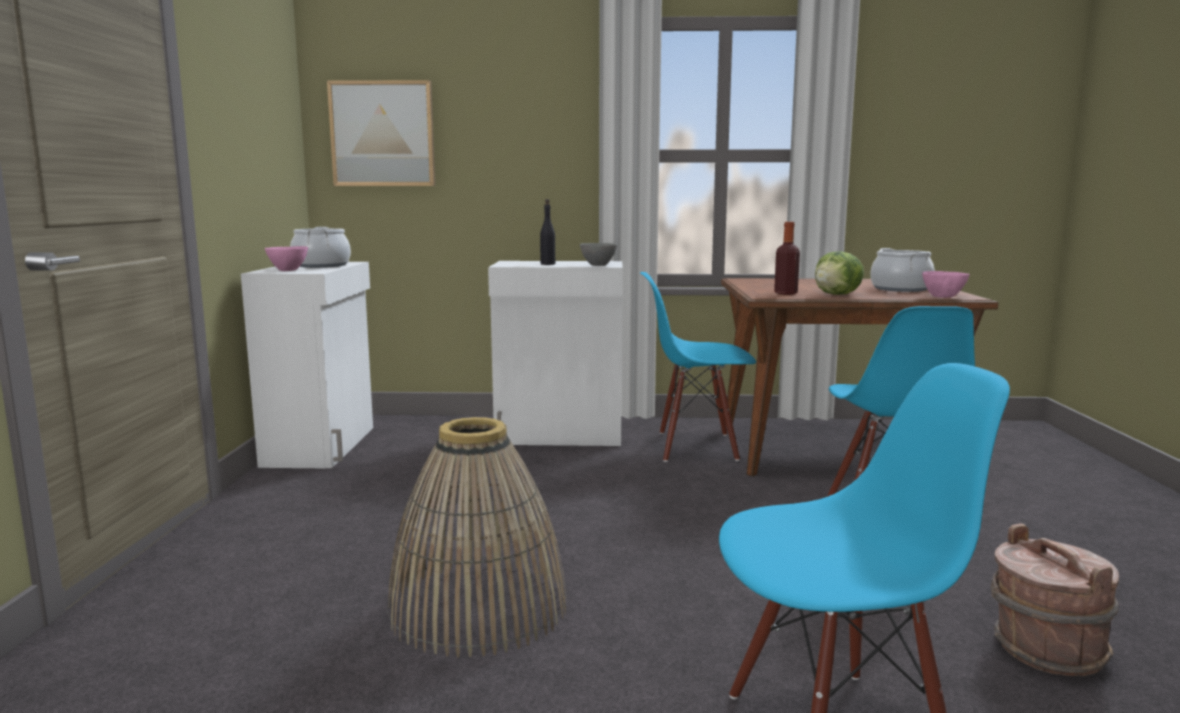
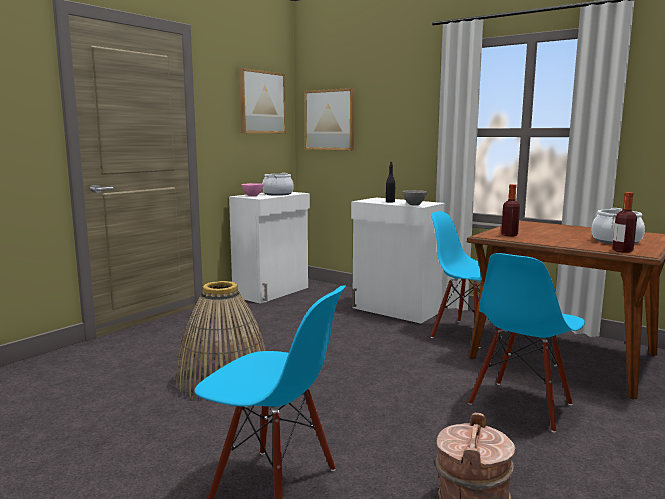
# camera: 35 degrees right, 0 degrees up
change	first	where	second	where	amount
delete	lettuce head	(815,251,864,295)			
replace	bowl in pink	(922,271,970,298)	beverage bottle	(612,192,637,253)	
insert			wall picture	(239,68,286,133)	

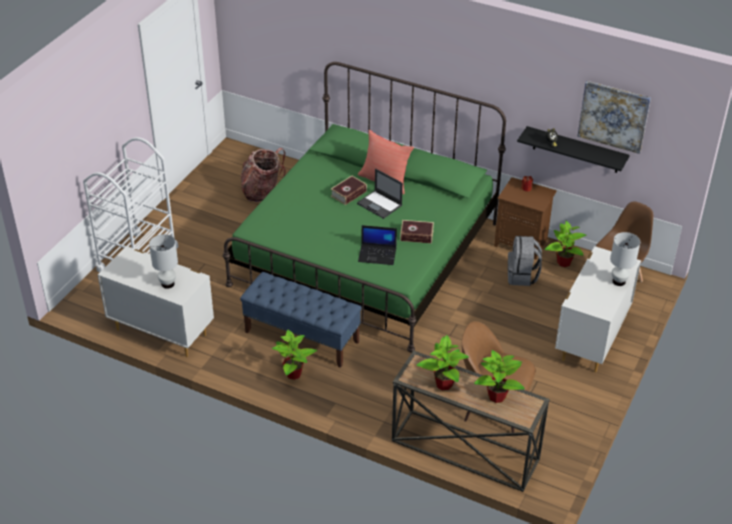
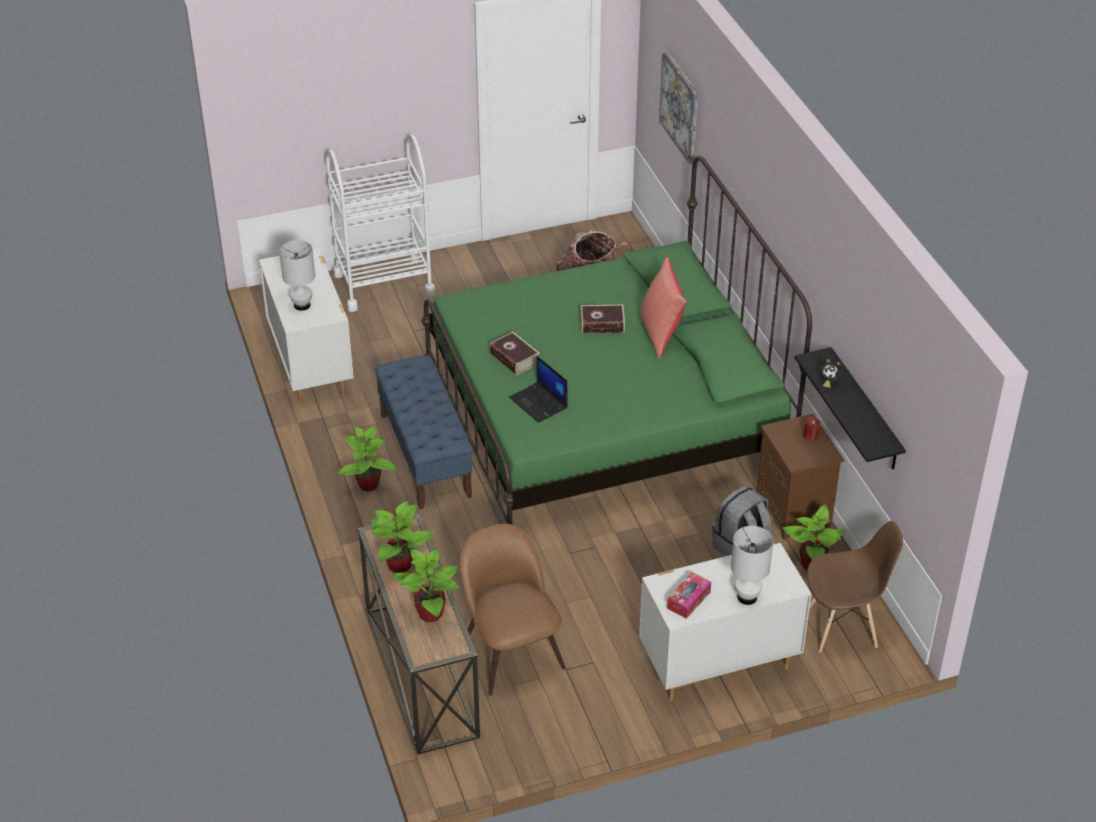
# camera: 45 degrees right, 0 degrees up
change	first	where	second	where	amount
delete	laptop	(357,168,403,219)			
move	volume	(400,220,434,244)		(489,332,540,375)	
move	wall picture	(577,81,651,154)		(659,50,698,164)	
insert			tissue holder	(667,572,711,619)	

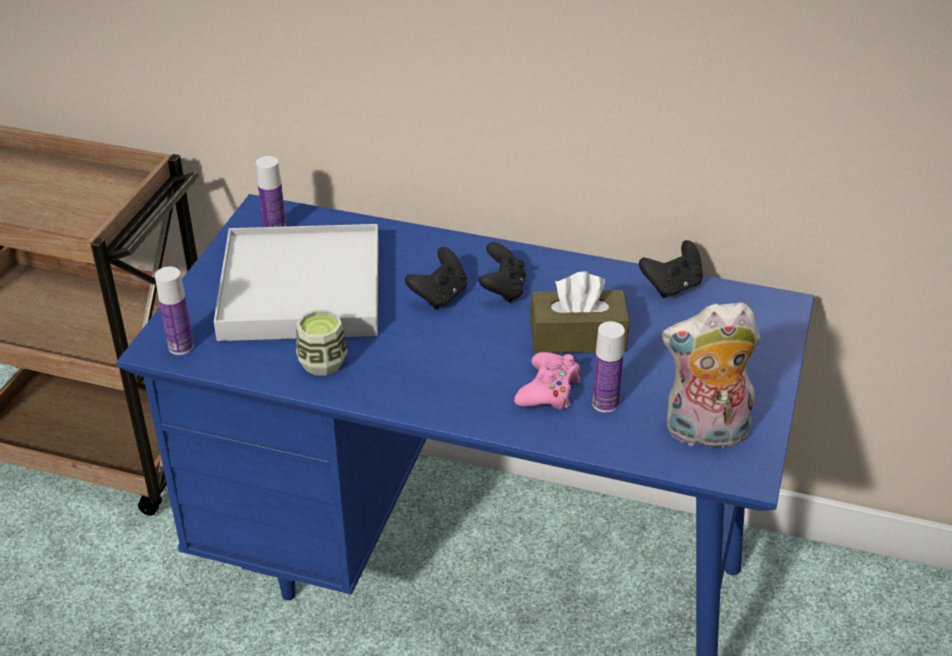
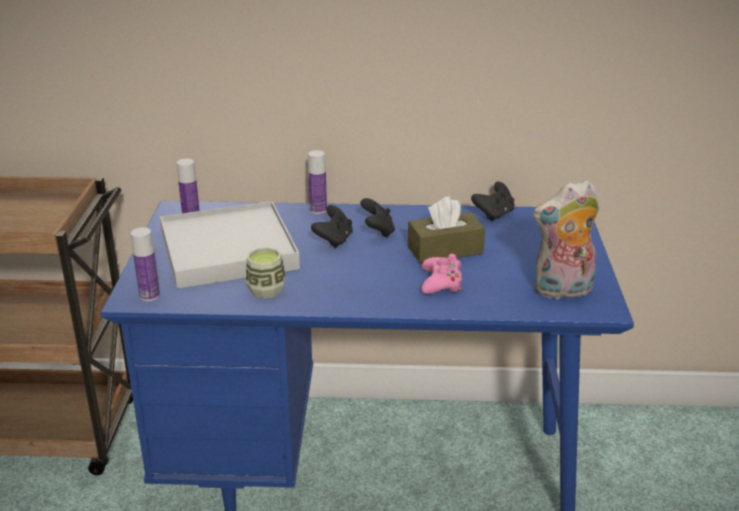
# camera: 15 degrees left, 10 degrees down
change	first	where	second	where	amount
move	beverage bottle	(592,321,625,413)		(308,150,327,214)	

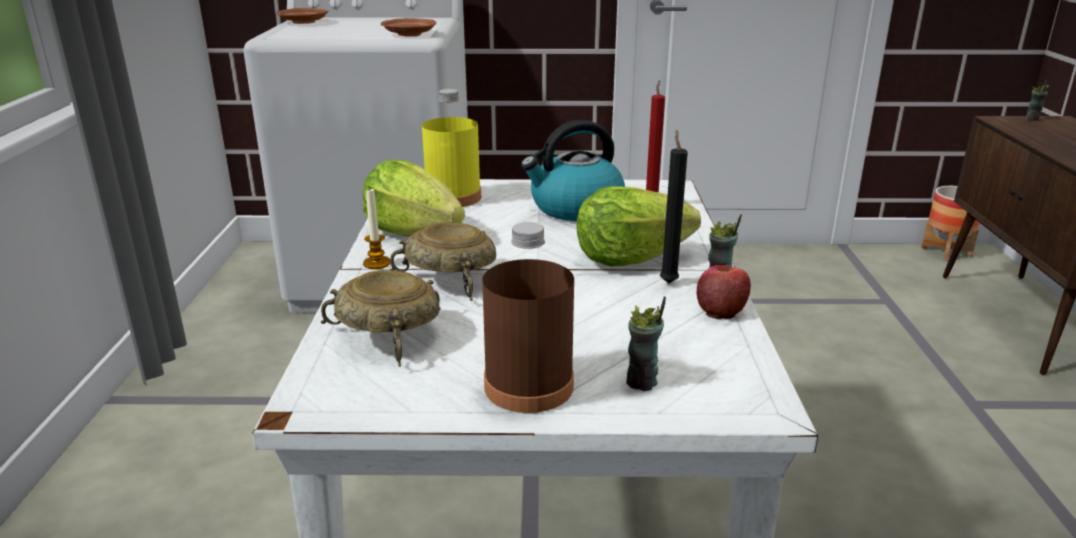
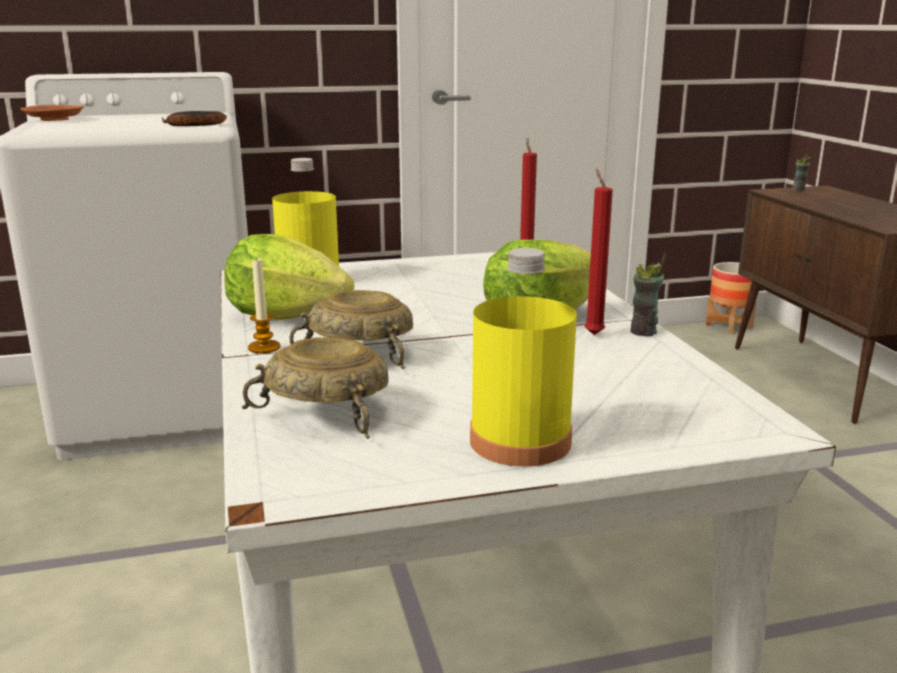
# camera: 15 degrees left, 5 degrees down
change	first	where	second	where	amount
replace	flat dish in brown	(381,18,436,37)	banana fruit	(162,111,227,126)	
recolor	beverage bottle in brown	(482,222,574,413)	beverage bottle in yellow-coloured	(470,248,577,466)	
delete	kettle	(521,120,625,221)			
delete	cup	(626,296,666,391)			
recolor	wax light in black-coloured	(660,130,688,283)	wax light in red	(585,168,613,335)	
delete	apple fruit	(697,265,751,319)			

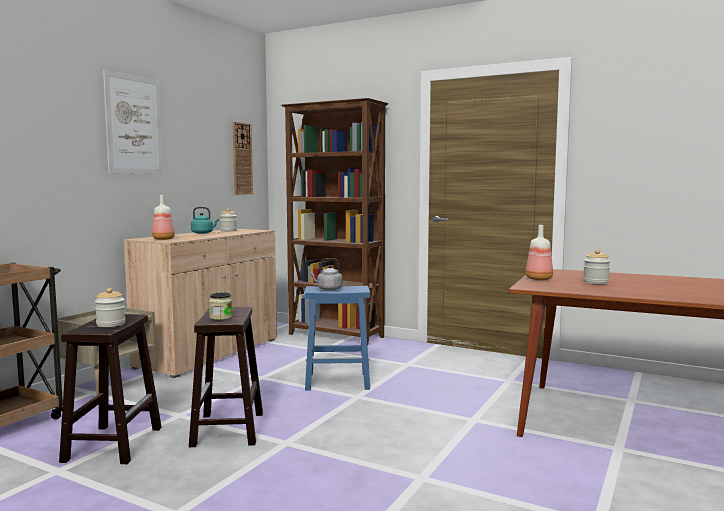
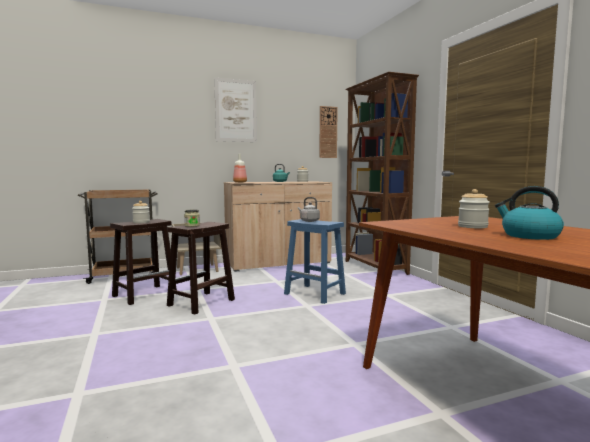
# camera: 40 degrees right, 0 degrees up
change	first	where	second	where	amount
delete	beverage bottle	(525,225,553,280)			
insert			kettle	(495,186,564,240)	

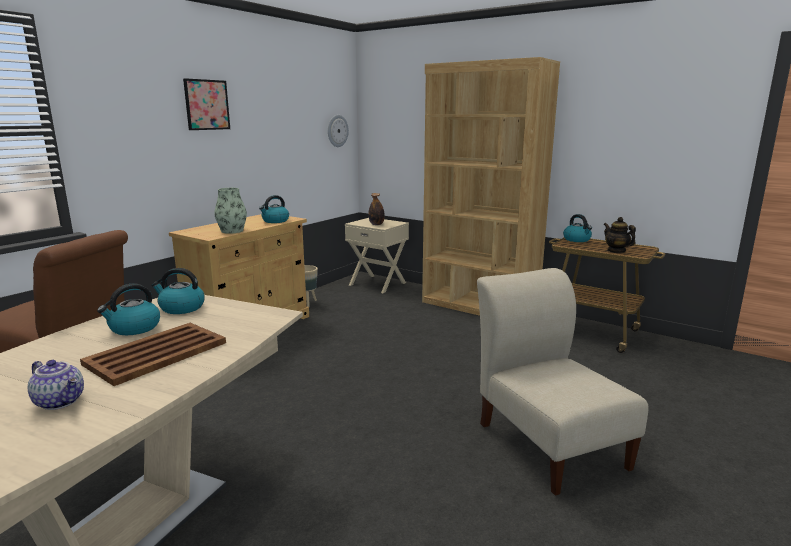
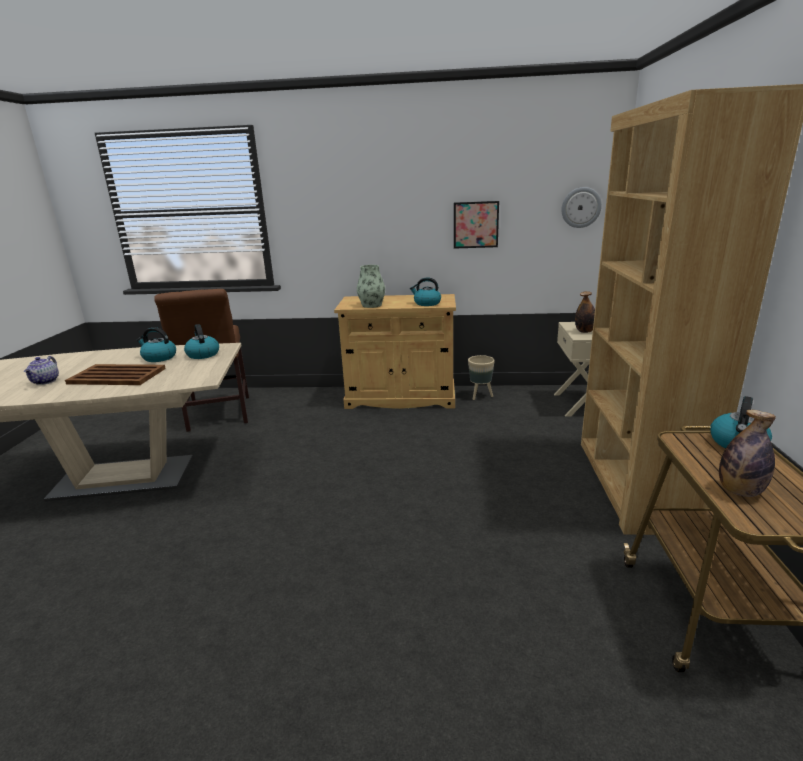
# camera: 60 degrees right, 5 degrees up
change	first	where	second	where	amount
move	wall picture	(183,78,230,130)		(454,201,499,249)	
delete	plain chair in sand-coloured	(477,268,649,496)			
replace	teapot	(604,217,636,253)	beverage bottle	(719,410,776,497)	

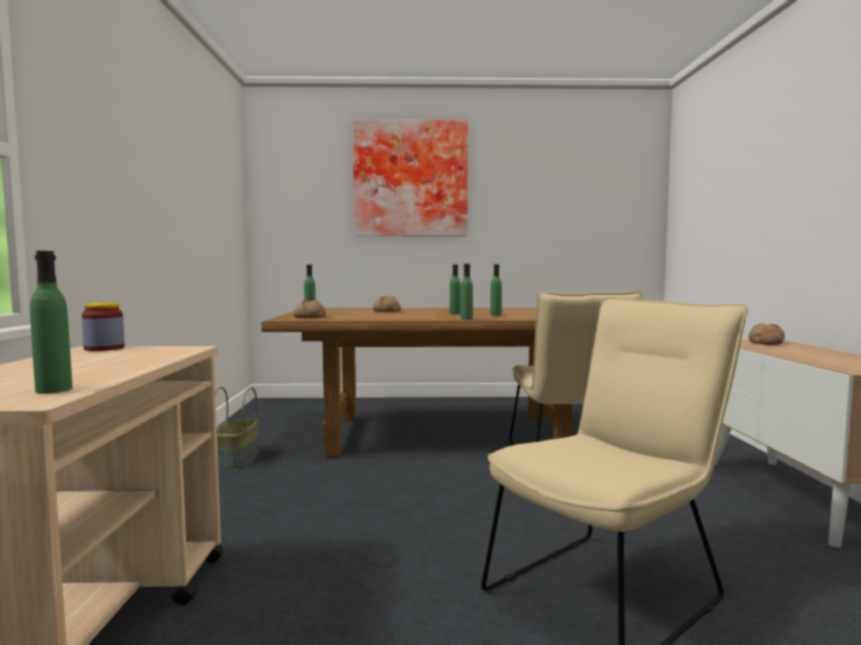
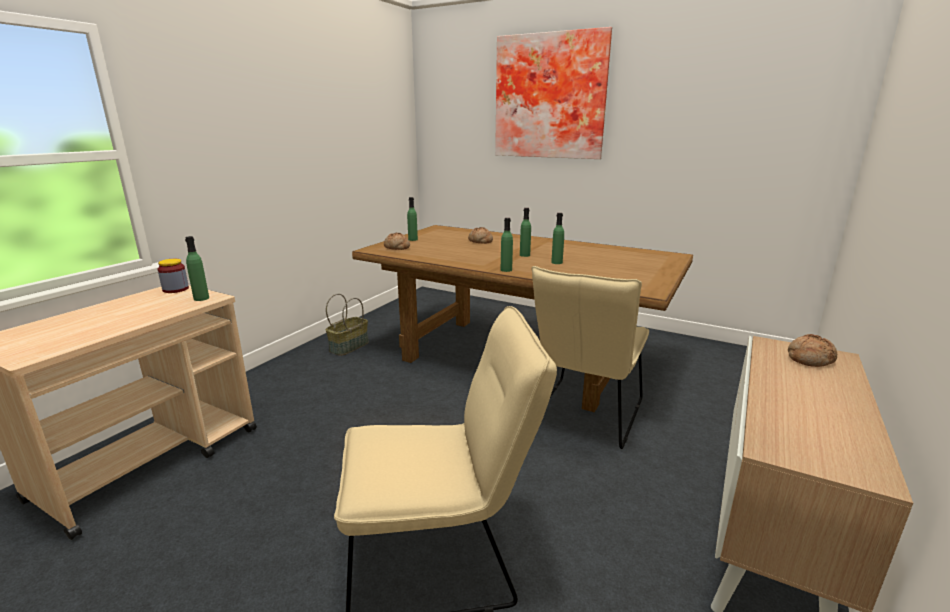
# camera: 30 degrees right, 15 degrees up
change	first	where	second	where	amount
move	beverage bottle in greenish	(30,251,73,394)		(185,236,209,301)	

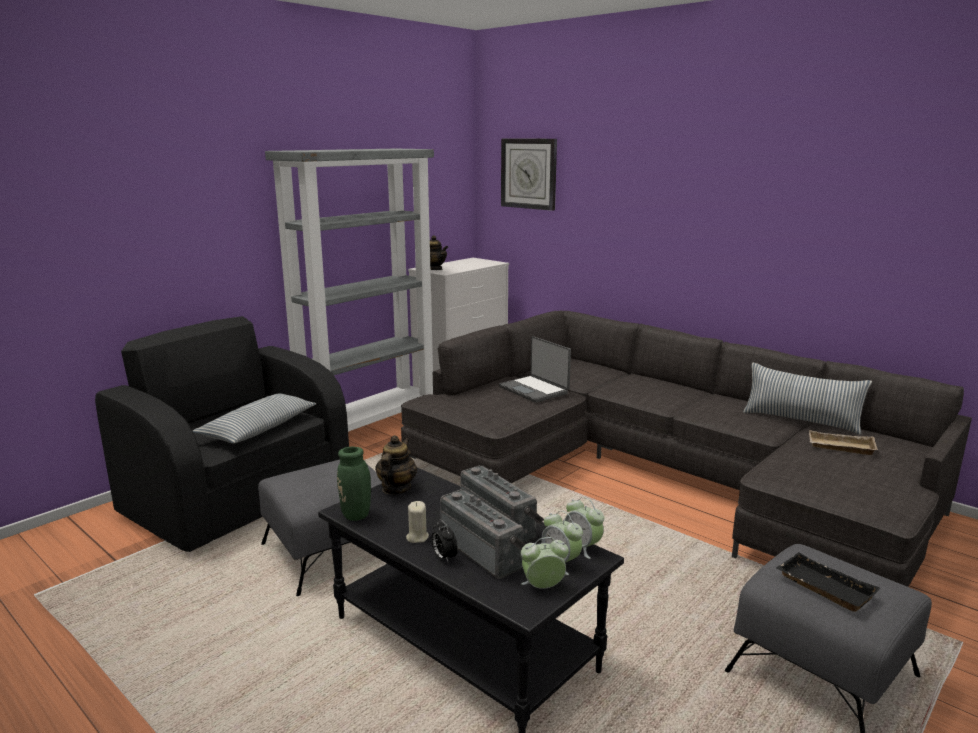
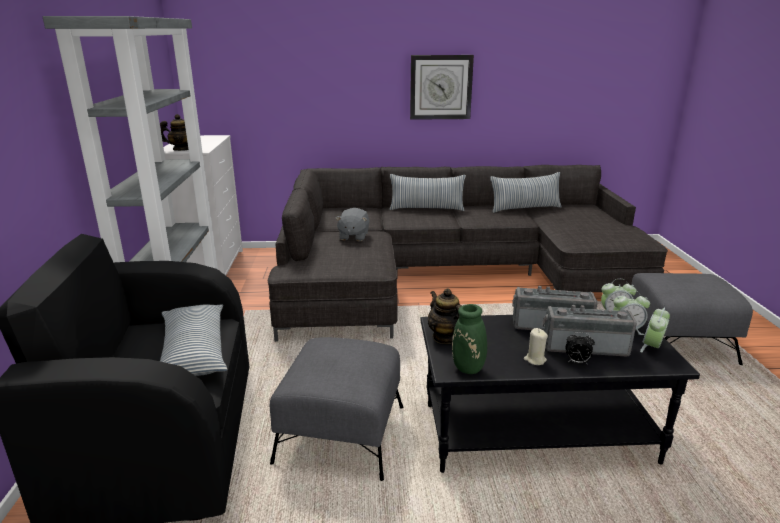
# camera: 45 degrees left, 5 degrees up
change	first	where	second	where	amount
replace	laptop	(499,336,571,403)	soft toy in grey	(335,208,369,241)	
move	clock on the wall	(501,138,557,211)		(410,55,474,120)	
delete	tray in black-coloured	(776,552,880,612)			
delete	tray in sand-coloured	(809,430,878,455)			
insert			cushion	(389,174,466,211)	

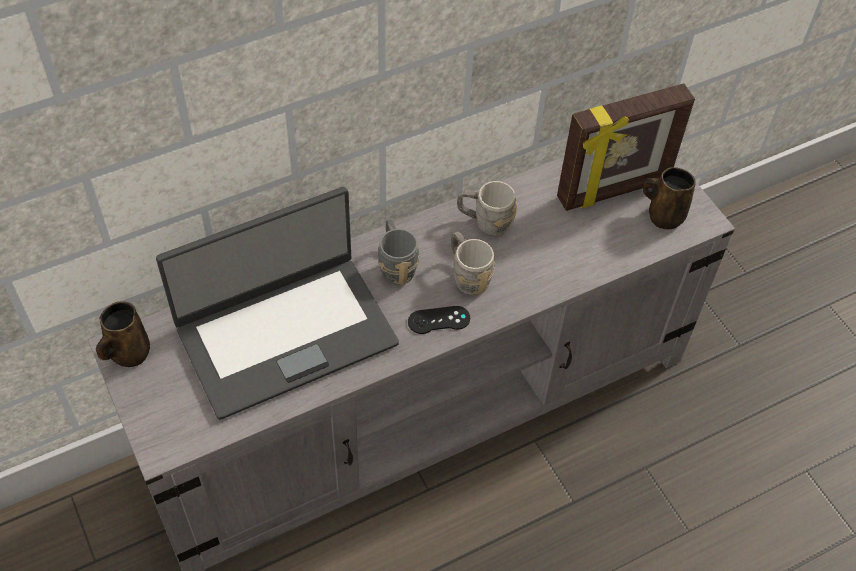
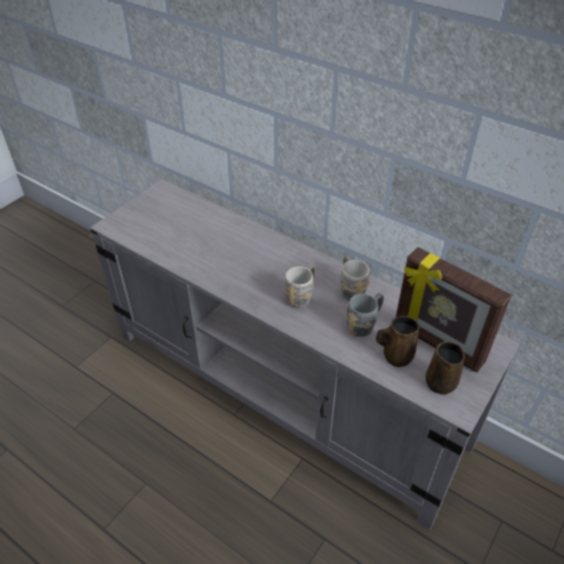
# camera: 65 degrees right, 10 degrees down
change	first	where	second	where	amount
move	coffee mug in brown	(96,301,150,367)		(376,316,420,367)	
delete	laptop	(156,187,399,420)			
move	coffee mug in grey	(378,219,420,285)		(346,293,384,337)	
delete	gamepad in black-coloured	(408,306,470,334)			

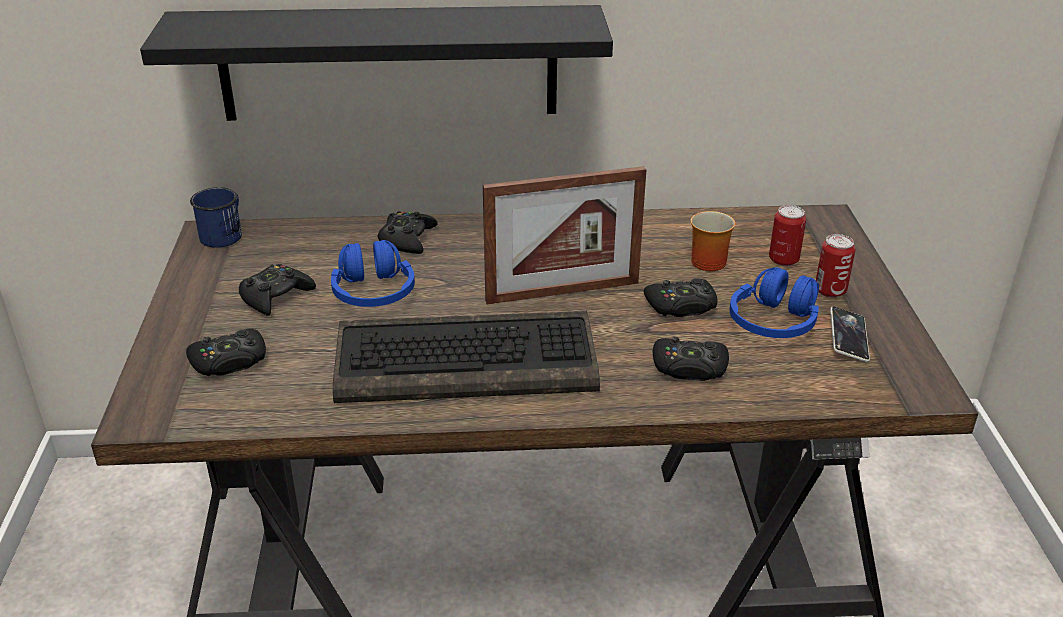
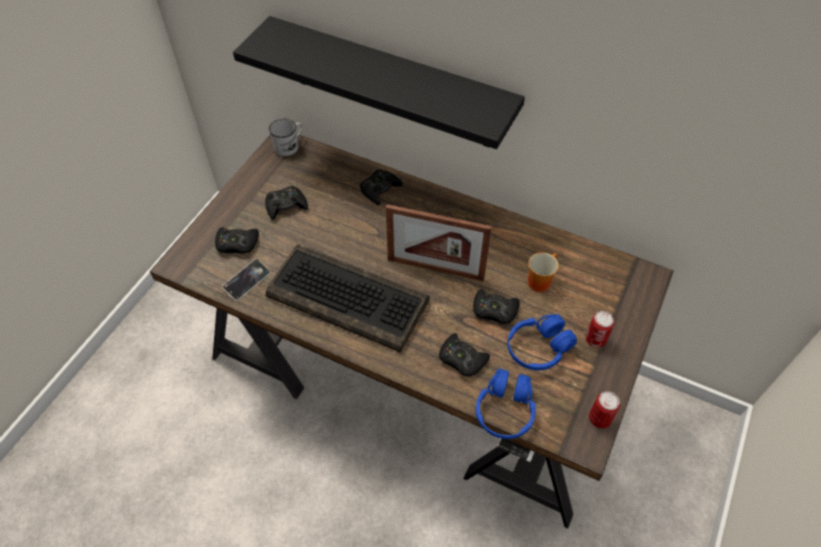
# camera: 30 degrees right, 20 degrees up
change	first	where	second	where	amount
recolor	coffee mug in bluish	(190,187,242,248)	coffee mug in whitish	(269,119,303,156)	
move	headset in bluish	(331,240,415,307)		(476,369,536,439)	
move	sealed can	(769,205,806,266)		(589,391,620,428)	
move	phone	(830,306,870,362)		(222,259,271,301)	

